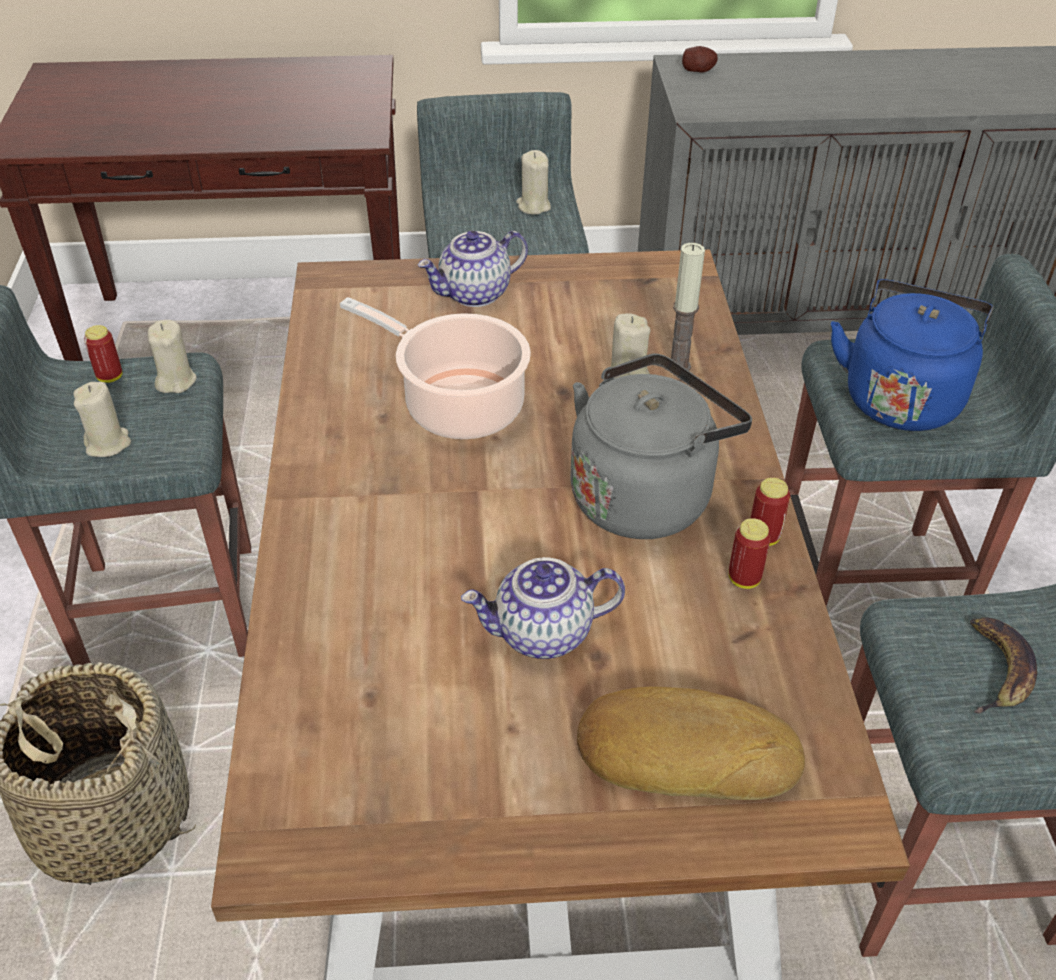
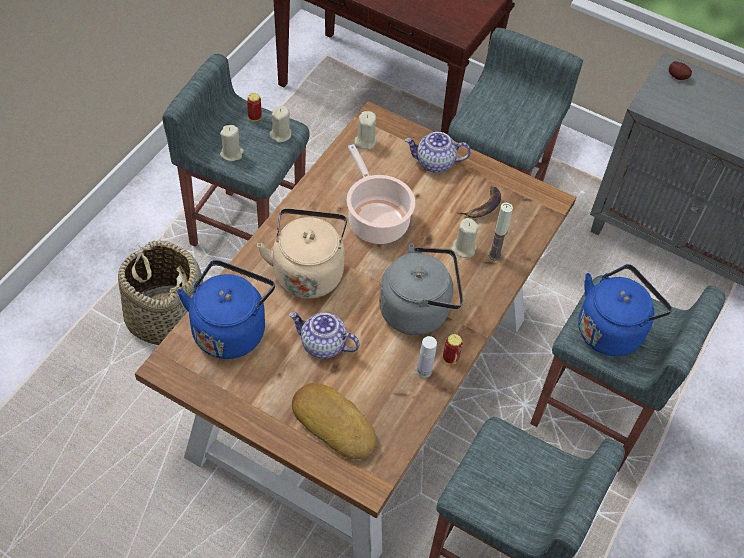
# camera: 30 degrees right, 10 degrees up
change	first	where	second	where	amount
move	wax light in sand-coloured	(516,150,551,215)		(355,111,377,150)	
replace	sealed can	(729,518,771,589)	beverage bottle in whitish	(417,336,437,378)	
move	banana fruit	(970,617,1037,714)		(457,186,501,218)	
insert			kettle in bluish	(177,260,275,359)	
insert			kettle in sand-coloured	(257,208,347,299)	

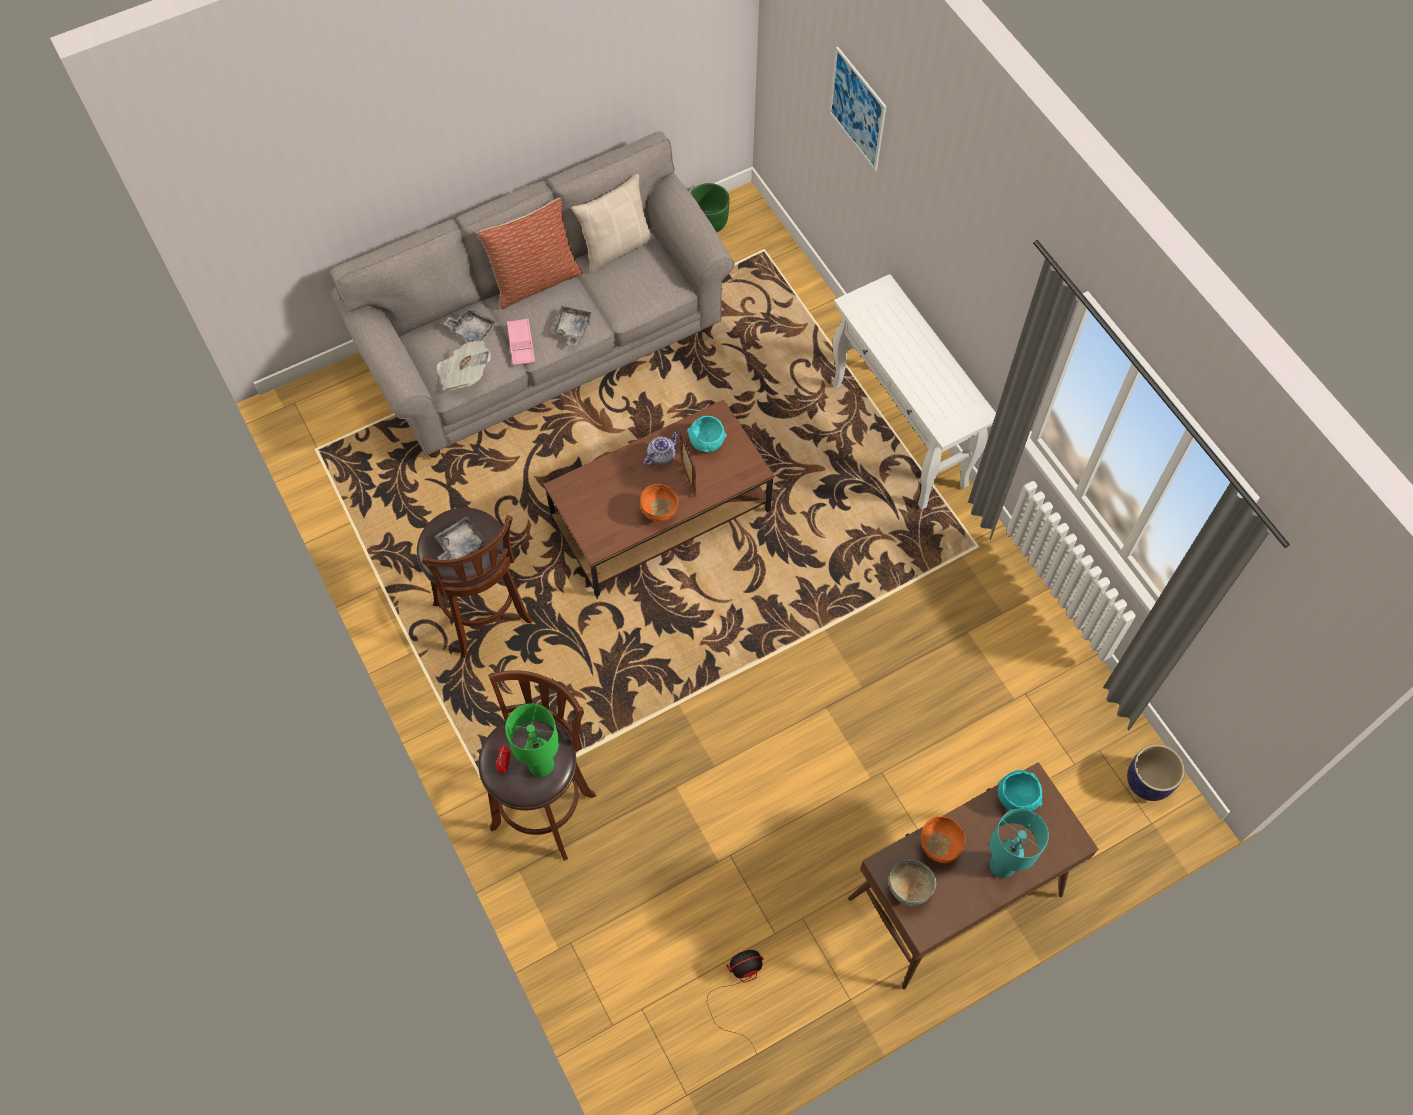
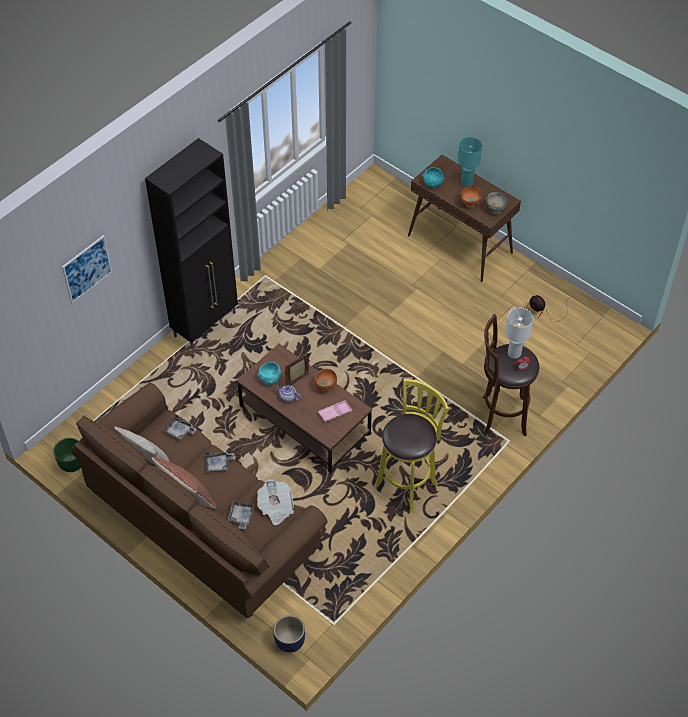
# camera: 110 degrees left, 10 degrees down
change	first	where	second	where	amount
recolor	settee in grey	(330,131,734,458)	settee in brown	(71,383,327,618)	
recolor	sitting stool in brown	(417,508,533,658)	sitting stool in yellow-coloured	(374,379,449,513)	
move	tray in grey	(434,516,486,560)		(163,415,197,440)	
recolor	lamp for a table in greenish	(505,704,559,777)	lamp for a table in whitish	(505,308,533,359)	
move	tray in pink	(507,319,535,366)		(318,400,352,422)	
replace	narrow table in whitish	(832,274,996,510)	storage cabinet in black-coloured	(145,138,238,350)	
move	flower pot	(1127,744,1185,801)		(273,615,305,653)	

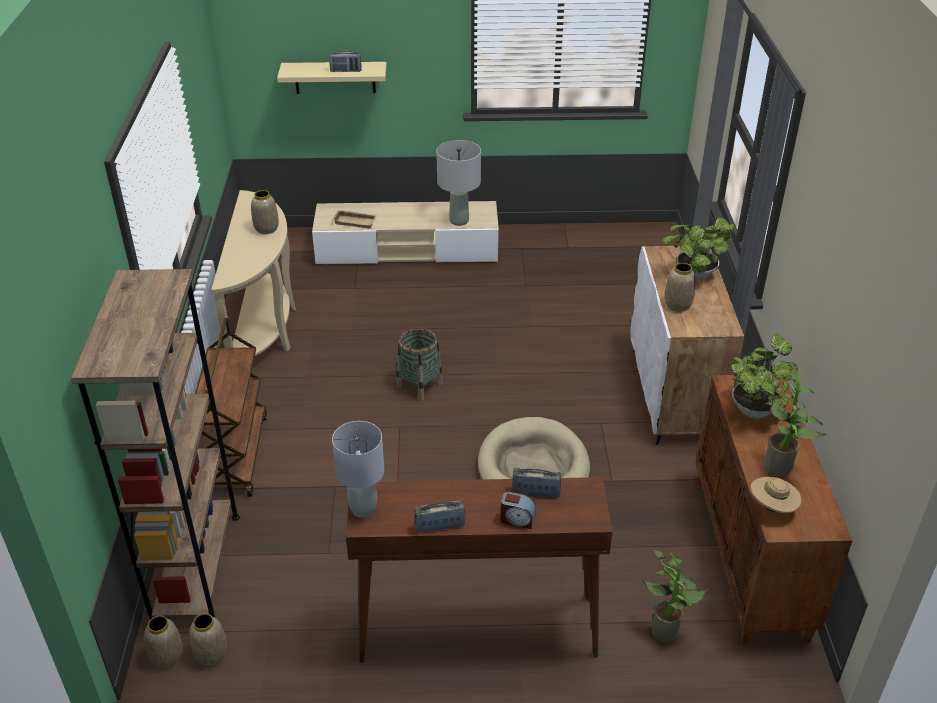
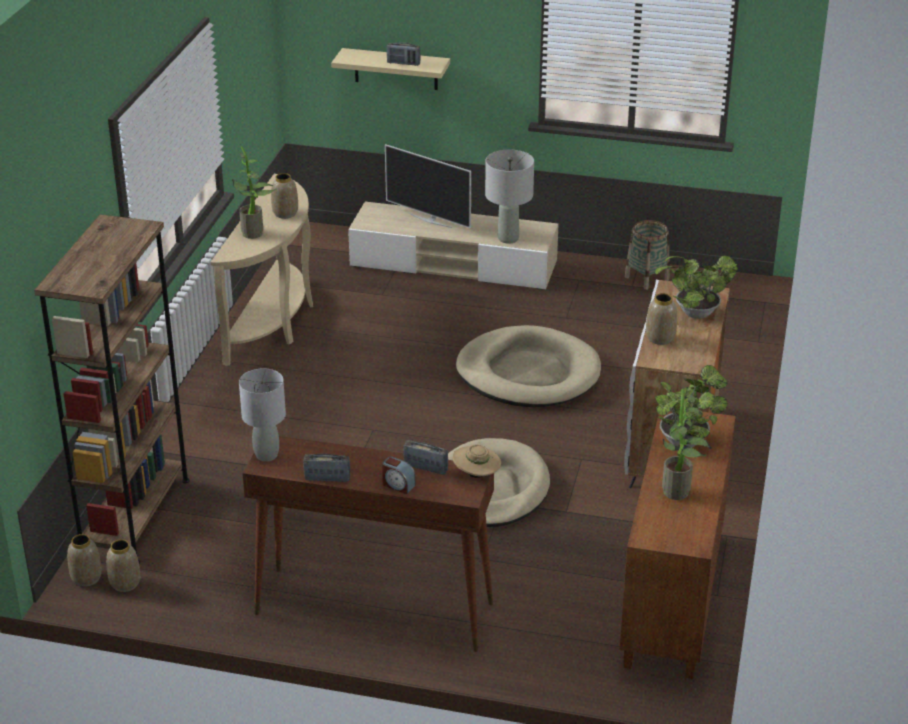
# camera: 15 degrees right, 5 degrees down
change	first	where	second	where	amount
delete	cart in brown	(195,318,267,497)			
delete	tray in sand-coloured	(332,210,377,229)			
move	basket	(396,327,443,401)		(625,220,670,290)	
move	potted plant	(642,549,709,643)		(232,146,277,239)	
move	hat in sand-coloured	(750,477,802,513)		(453,445,501,478)	
insert			TV	(385,144,471,229)	
insert			dog bed in sand-coloured	(456,325,601,407)	

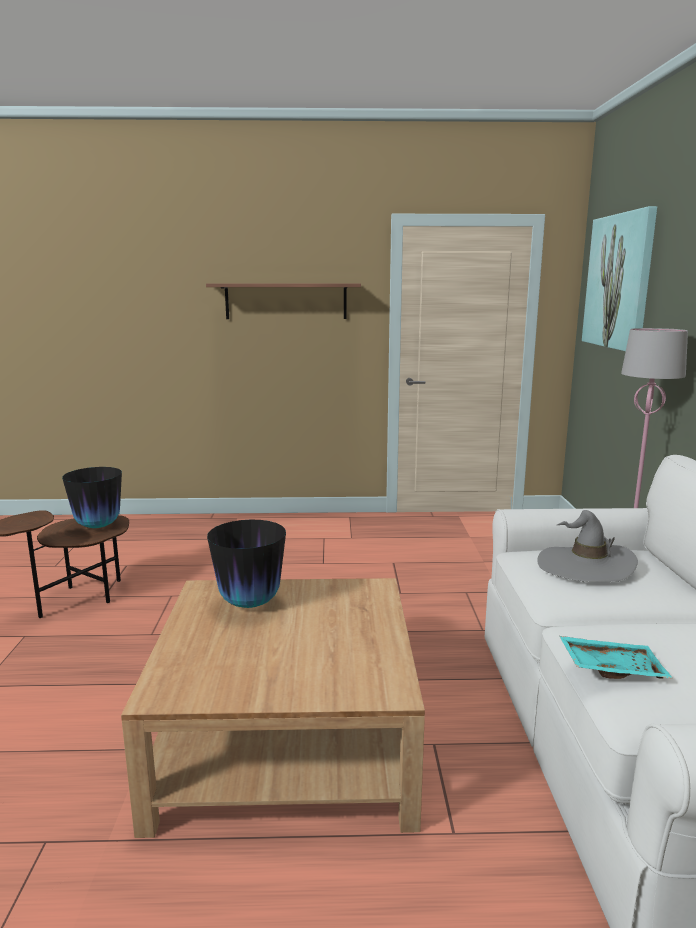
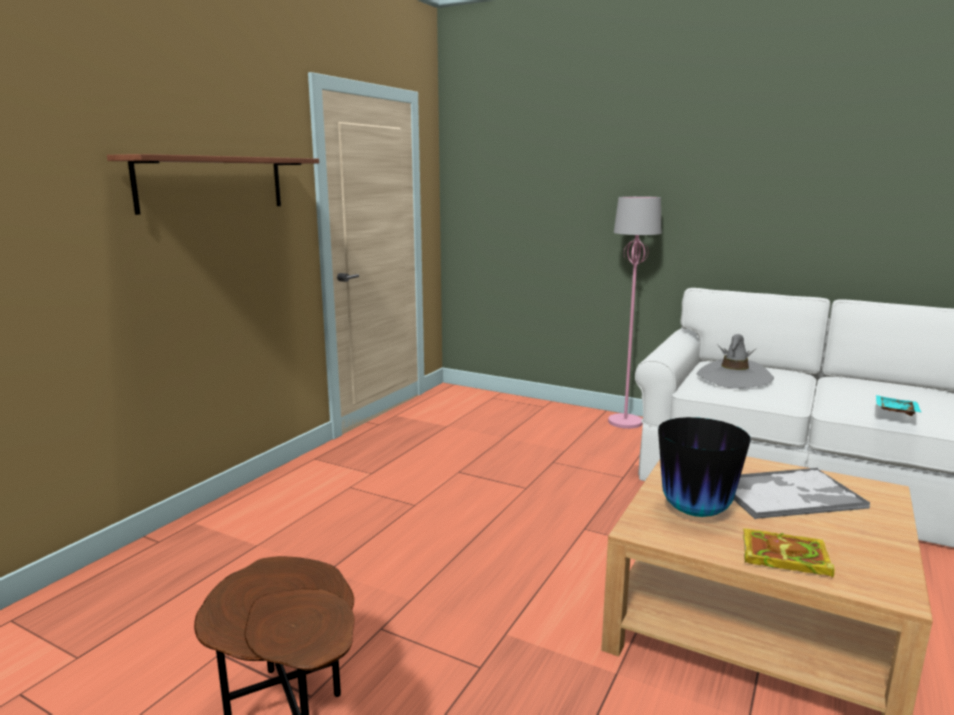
# camera: 60 degrees left, 0 degrees up
change	first	where	second	where	amount
delete	flower vase	(62,467,122,528)			
delete	wall picture	(582,206,657,352)			
insert			tray	(734,468,870,520)	
insert			volume	(743,528,835,578)	

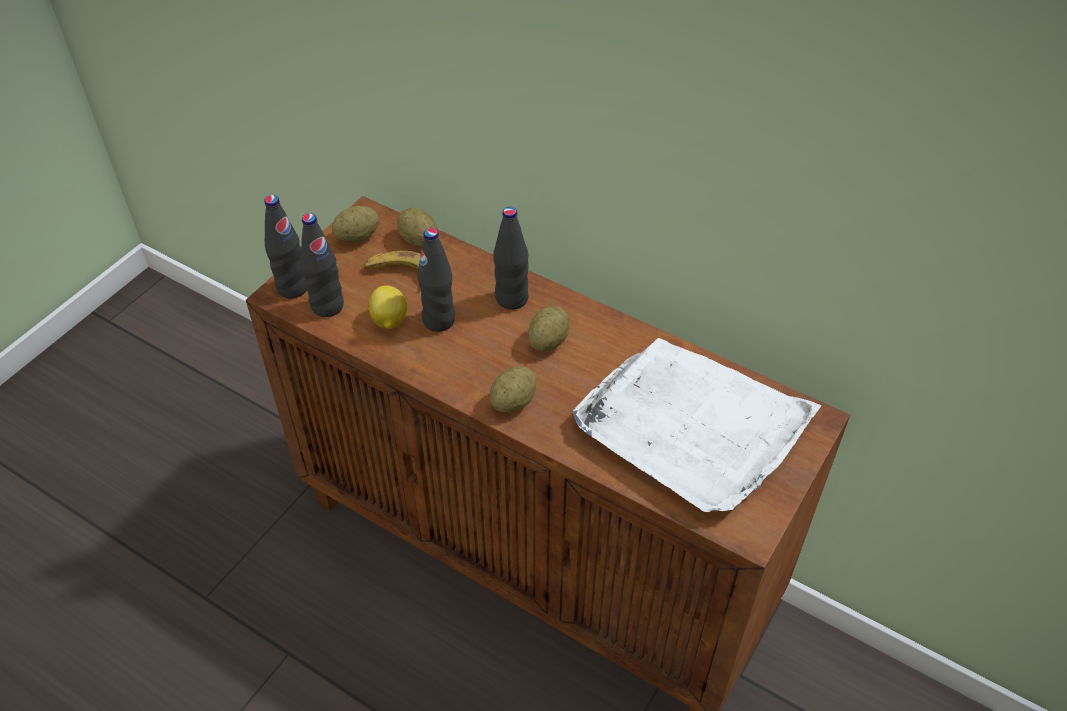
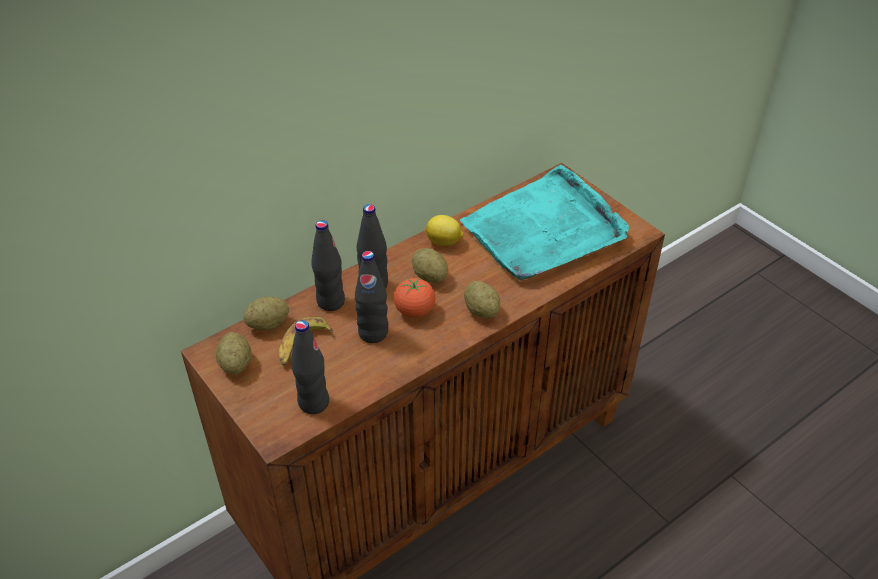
# camera: 70 degrees left, 5 degrees down
change	first	where	second	where	amount
move	beverage bottle in black-coloured	(264,195,307,298)		(311,220,345,311)	
move	whole lemon	(368,285,407,329)		(426,215,464,246)	
recolor	tray in whitish	(573,338,821,512)	tray in turquoise	(460,165,629,281)	
insert			tomato	(394,278,435,318)	

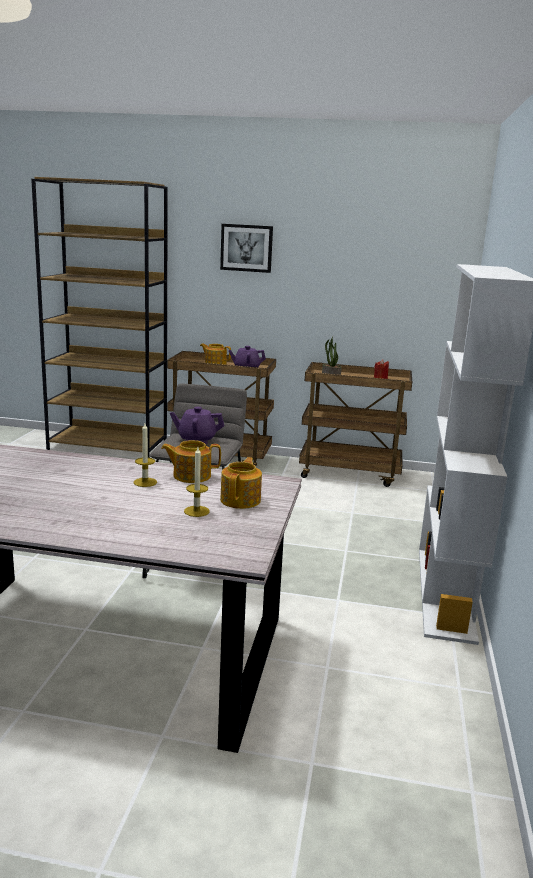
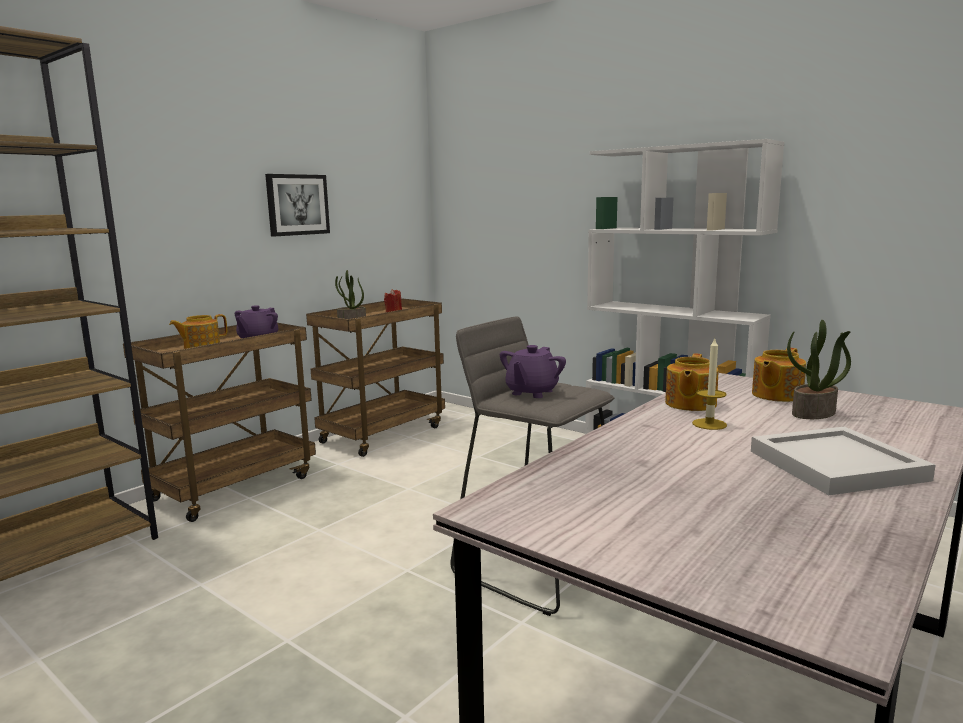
# camera: 60 degrees left, 5 degrees down
change	first	where	second	where	amount
replace	wax light	(184,447,210,517)	potted plant	(787,320,851,419)	
move	wall picture	(220,224,273,273)		(265,174,330,236)	
rotate	teapot	(220,457,262,509)		(752,348,806,402)	90 degrees counterclockwise
insert			tray in whitish	(751,427,935,495)	

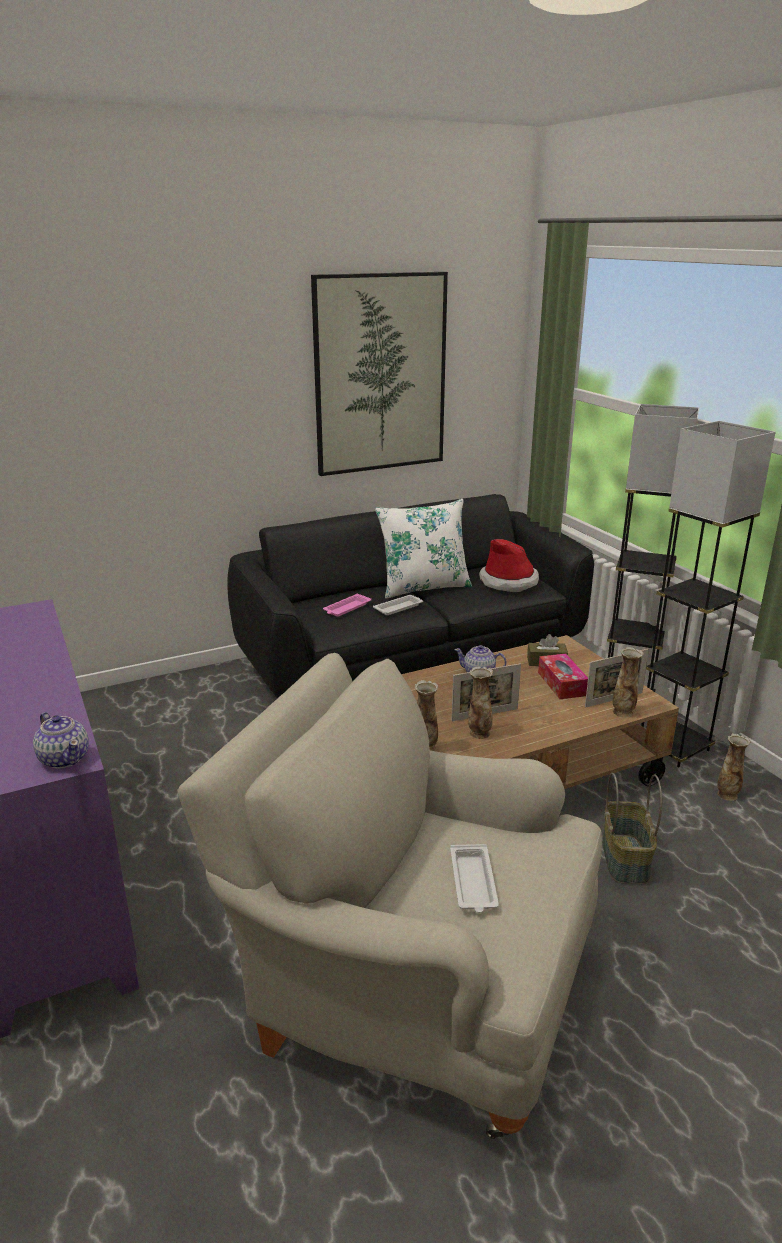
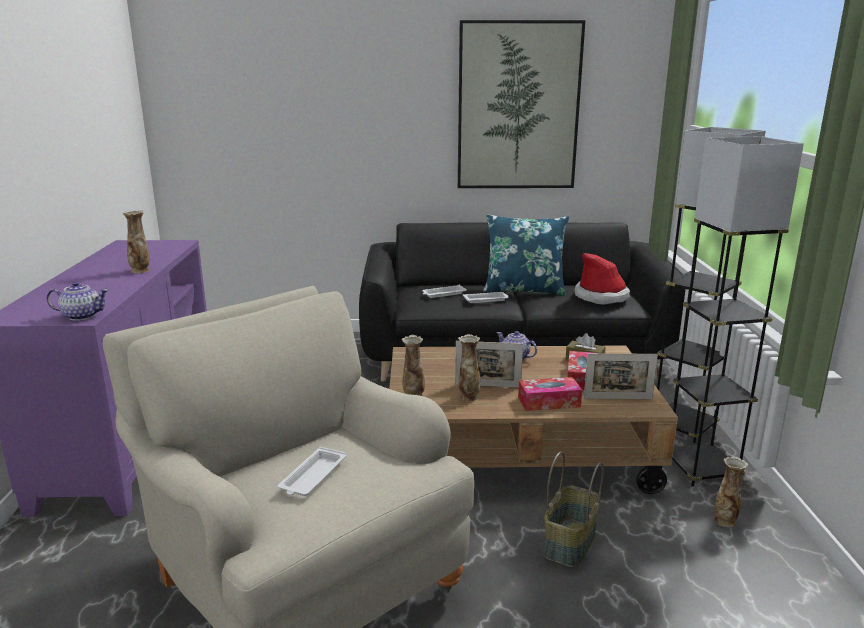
# camera: 25 degrees right, 5 degrees down
change	first	where	second	where	amount
rotate	teapot	(33,712,89,769)		(47,281,109,321)	75 degrees counterclockwise
recolor	tray in pink	(323,593,371,617)	tray in whitish	(422,285,467,298)	
recolor	cushion in whitish	(375,499,472,599)	cushion in bluish	(483,214,569,296)	
move	flower vase	(613,647,644,717)		(123,210,150,273)	
insert			tissue holder	(518,377,582,411)	

